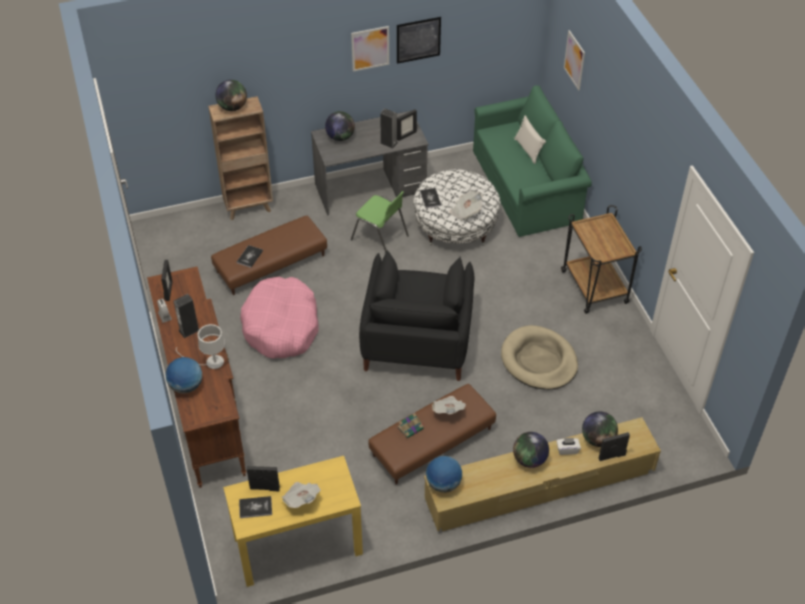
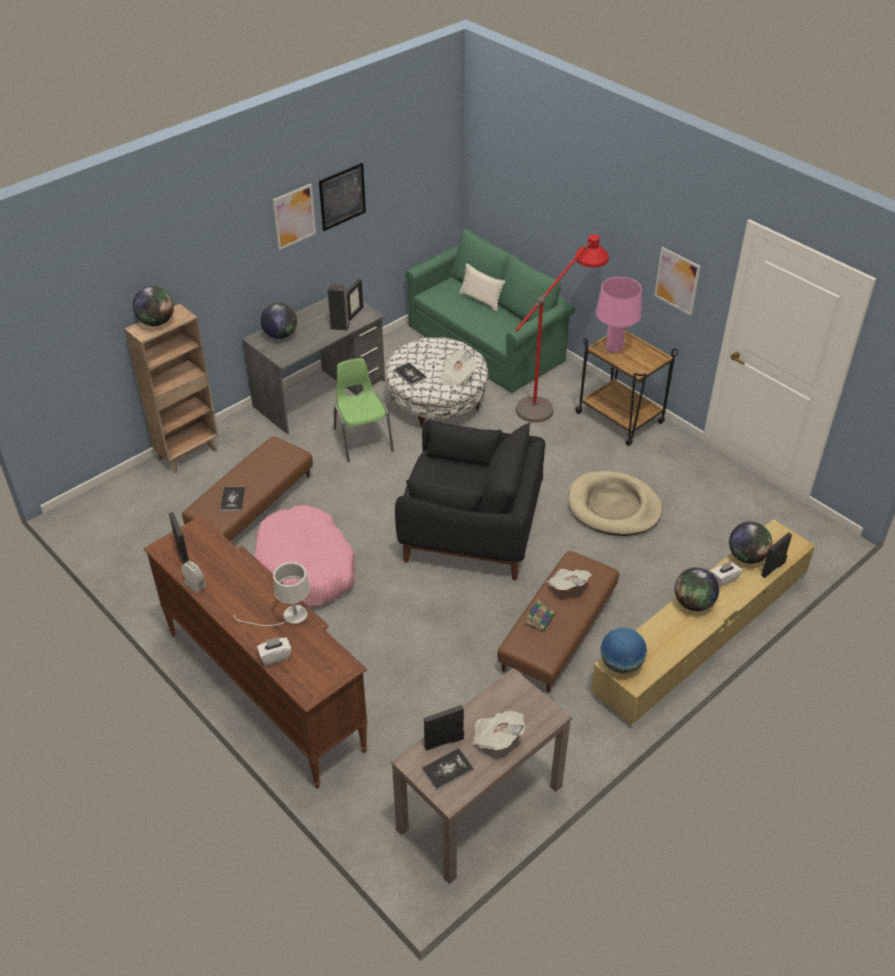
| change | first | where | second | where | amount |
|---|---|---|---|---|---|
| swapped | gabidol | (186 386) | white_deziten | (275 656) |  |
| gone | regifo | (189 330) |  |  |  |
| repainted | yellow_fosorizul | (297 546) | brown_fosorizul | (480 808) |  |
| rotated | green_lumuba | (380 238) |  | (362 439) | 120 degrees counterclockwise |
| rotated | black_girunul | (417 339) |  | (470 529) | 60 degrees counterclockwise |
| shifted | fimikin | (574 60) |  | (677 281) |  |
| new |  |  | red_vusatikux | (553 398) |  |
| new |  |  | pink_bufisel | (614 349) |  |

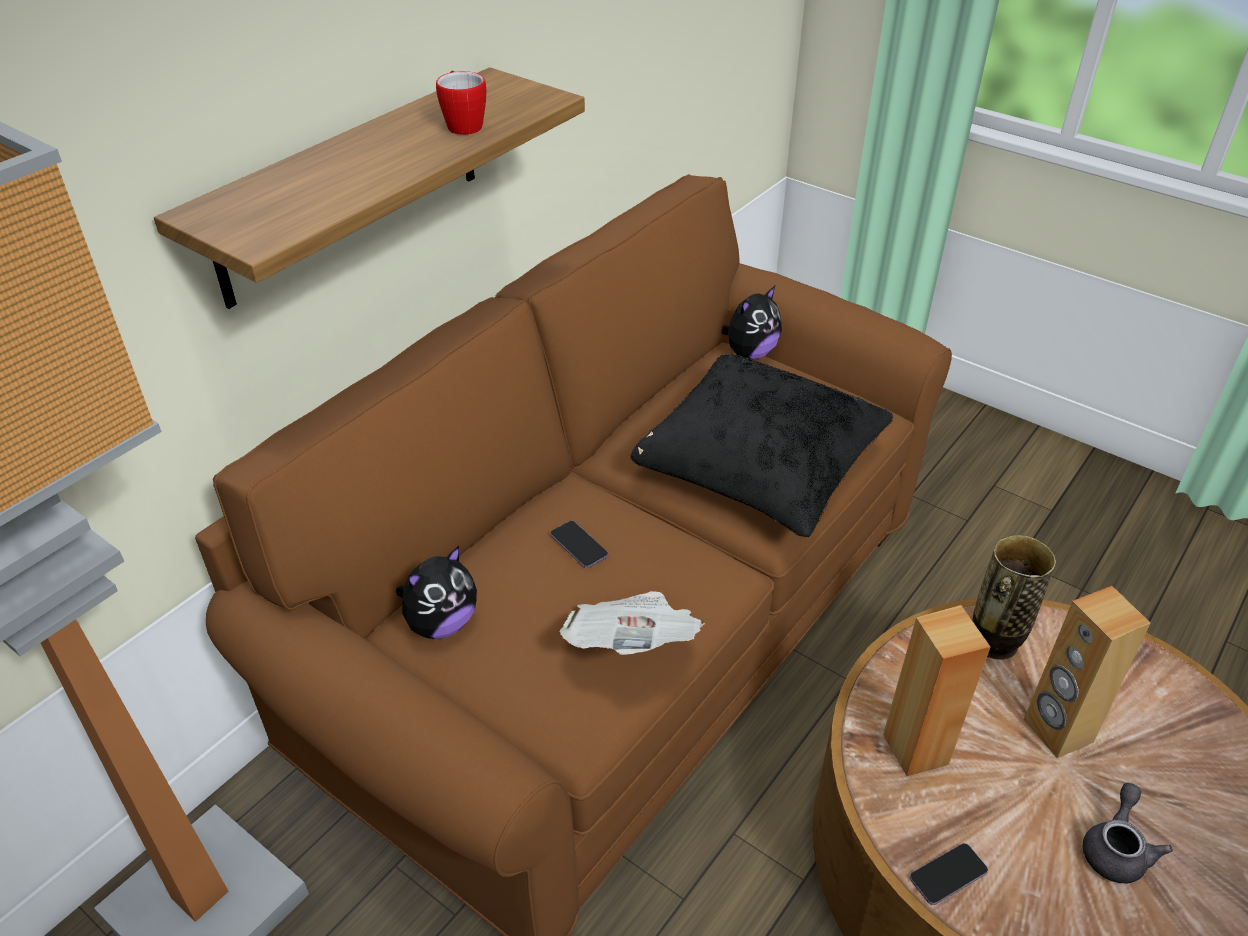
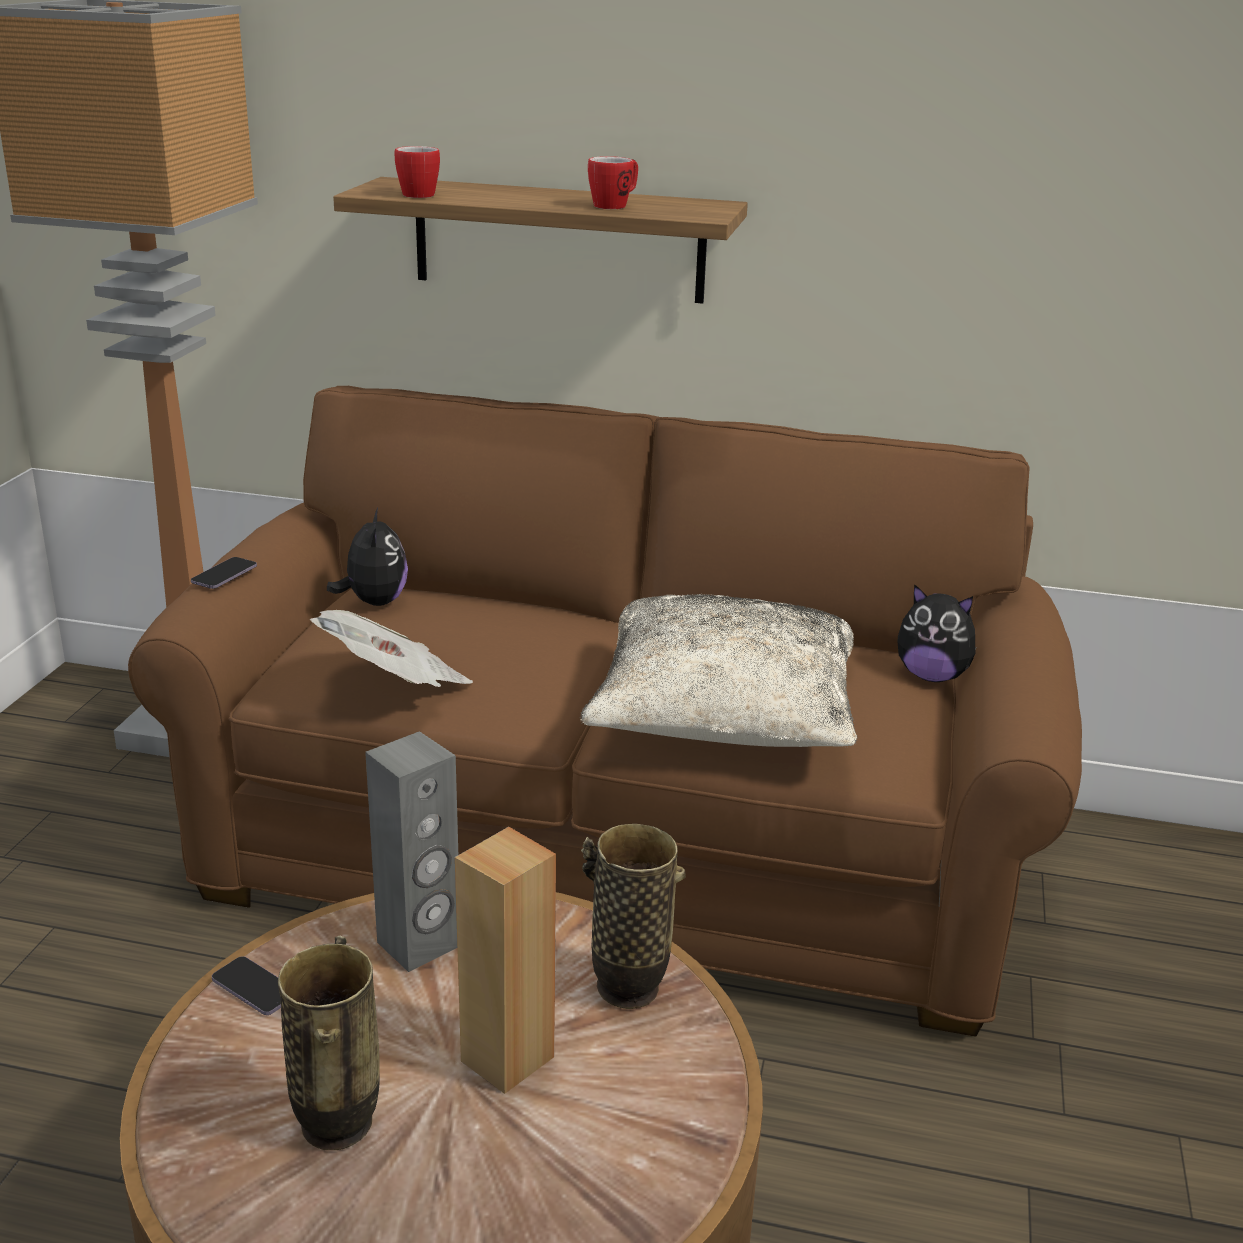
| change | first | where | second | where | amount |
|---|---|---|---|---|---|
| rotated | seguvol | (441 623) |  | (374 602) | 120 degrees counterclockwise |
| shifted | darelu | (579 546) |  | (224 575) |  |
| repainted | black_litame | (758 462) | beige_litame | (723 707) |  |
| repainted | brown_regifo | (916 749) | grey_regifo | (419 945) |  |
| swapped | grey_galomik | (1116 849) | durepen | (338 1125) |  |
| new |  |  | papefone | (416 194) |  |

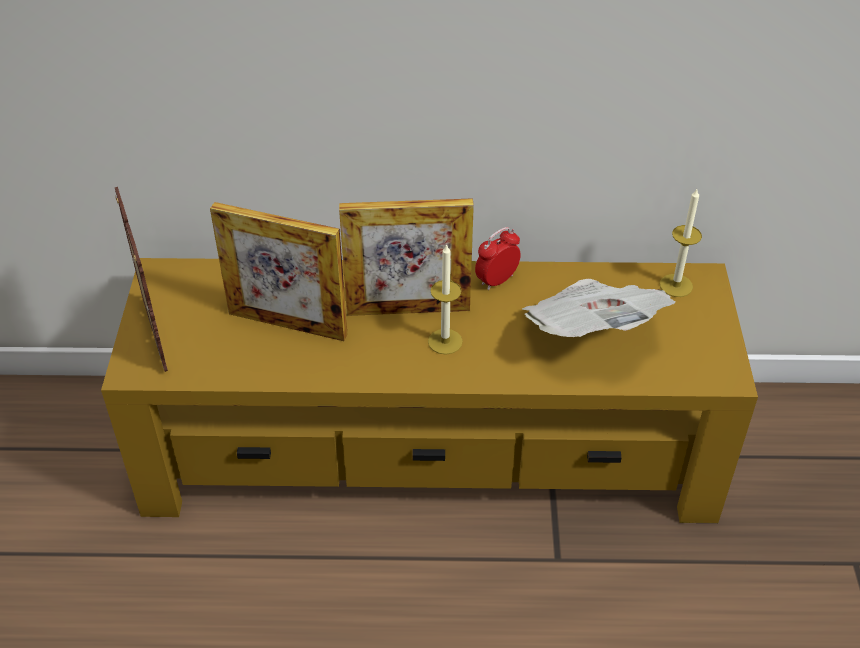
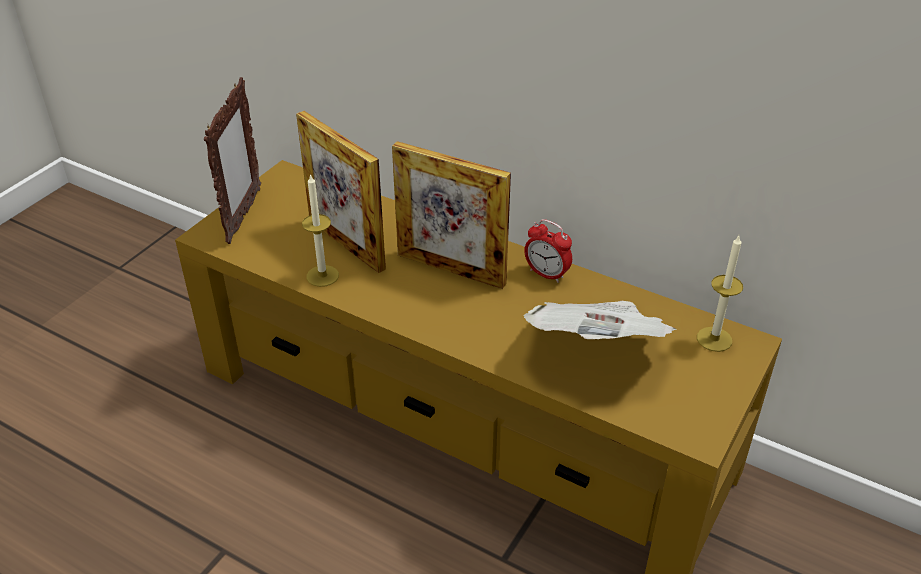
| change | first | where | second | where | amount |
|---|---|---|---|---|---|
| shifted | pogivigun | (445 341) |  | (322 276) |  |
| rotated | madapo | (497 280) |  | (546 274) | 135 degrees counterclockwise |

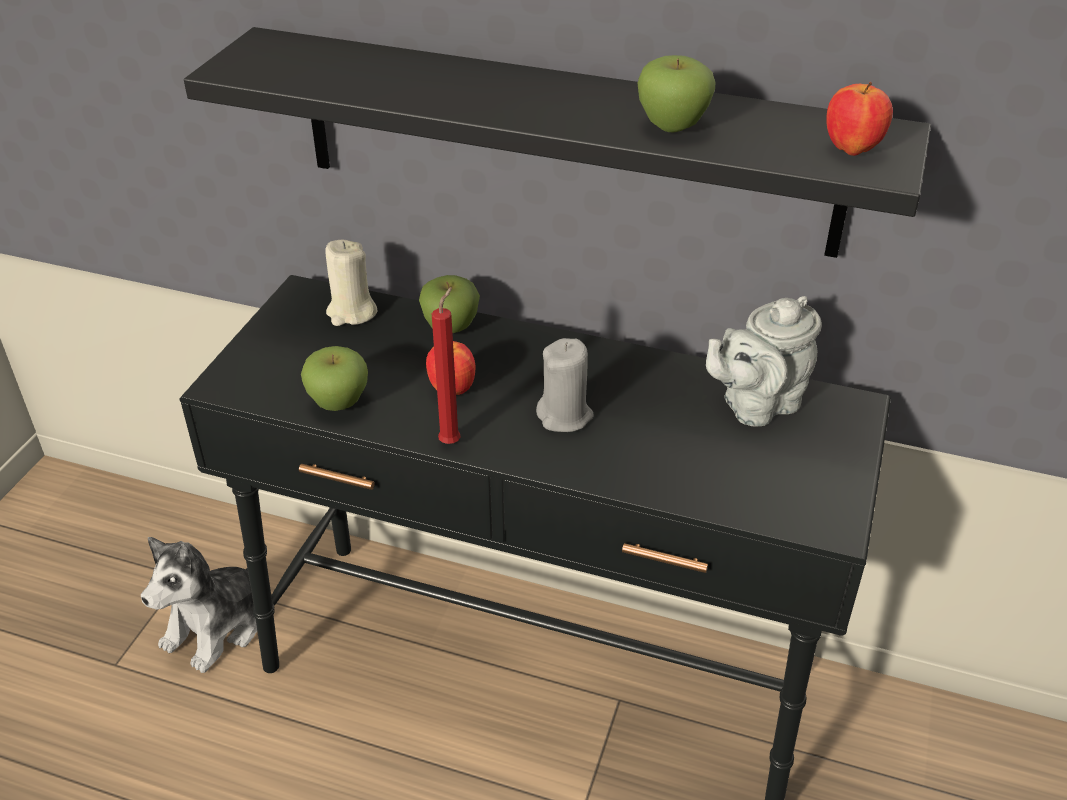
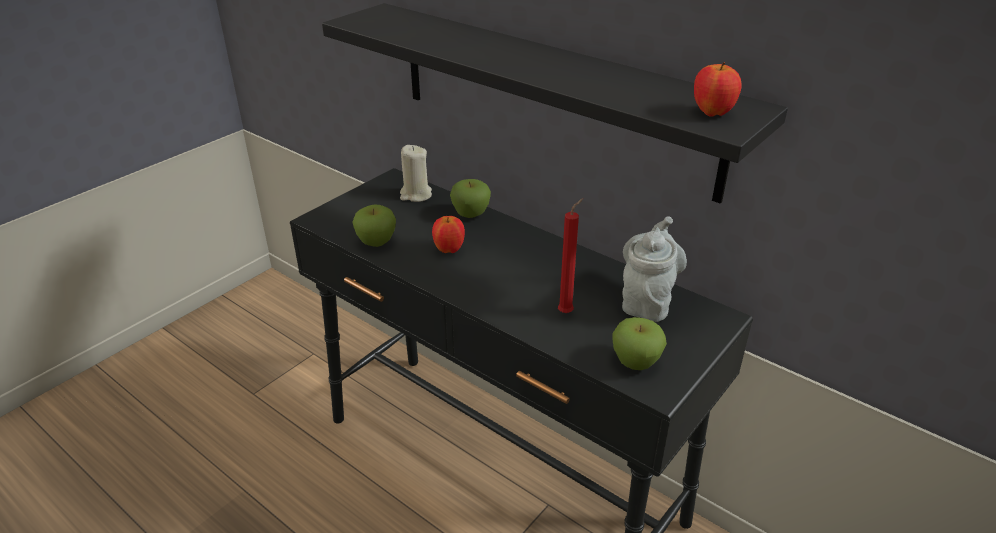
| change | first | where | second | where | amount |
|---|---|---|---|---|---|
| gone | seguvol | (216 627) |  |  |  |
| shifted | red_pogivigun | (452 441) |  | (567 312) |  |
| gone | grey_pogivigun | (565 416) |  |  |  |
| shifted | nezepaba | (672 126) |  | (635 362) |  |
| rotated | grey_galomik | (756 405) |  | (647 301) | 120 degrees clockwise |

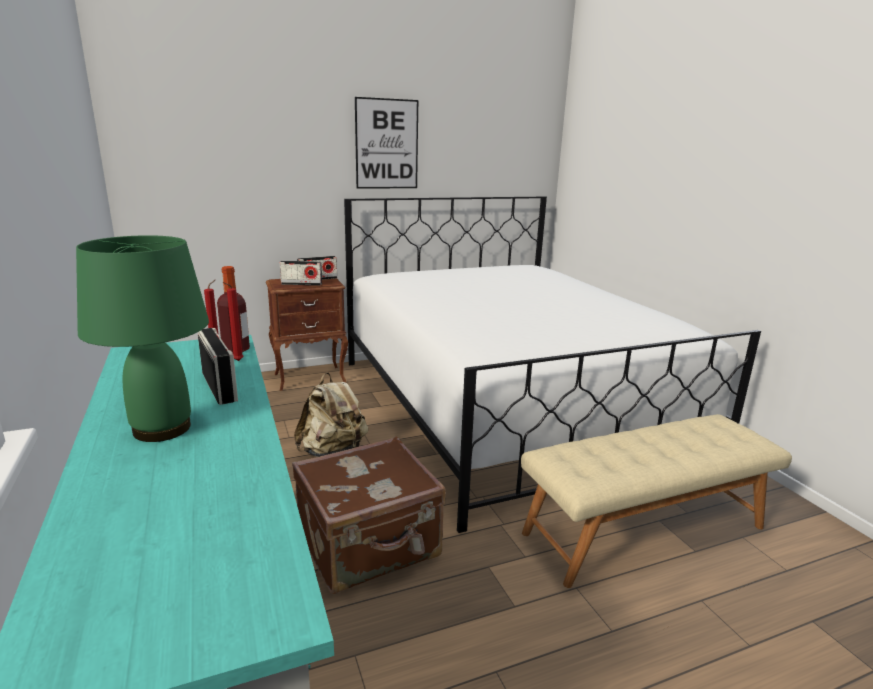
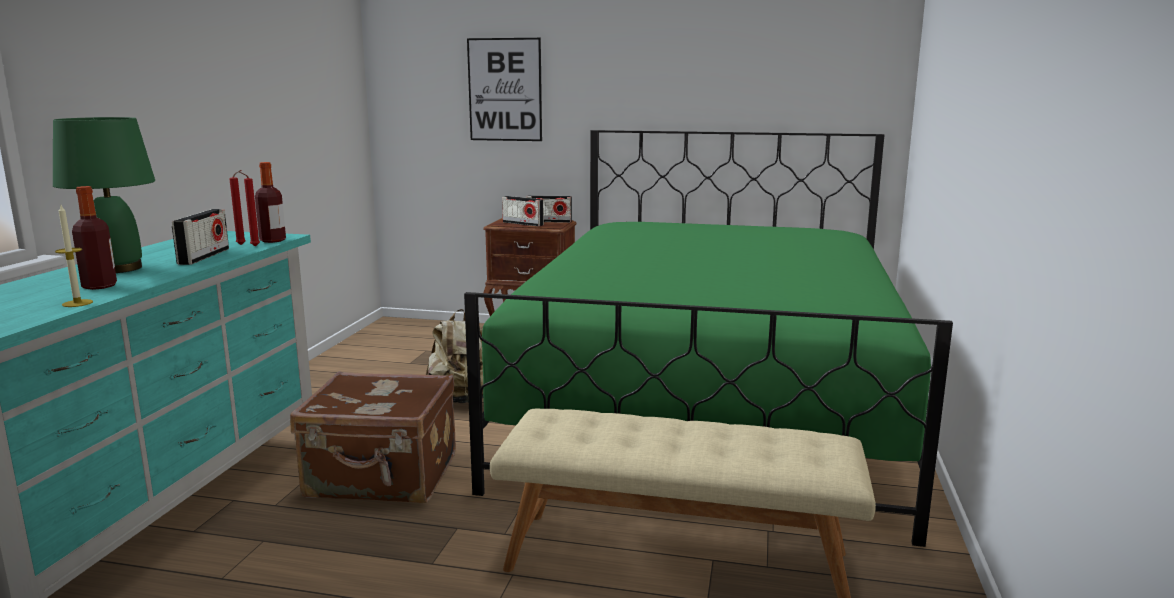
| change | first | where | second | where | amount |
|---|---|---|---|---|---|
| repainted | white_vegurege | (506 406) | green_vegurege | (709 407) |  |
| shifted | fimikin | (386 144) |  | (505 90) |  |
| new |  |  | pogivigun | (77 303) |  |
| new |  |  | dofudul | (99 286) |  |

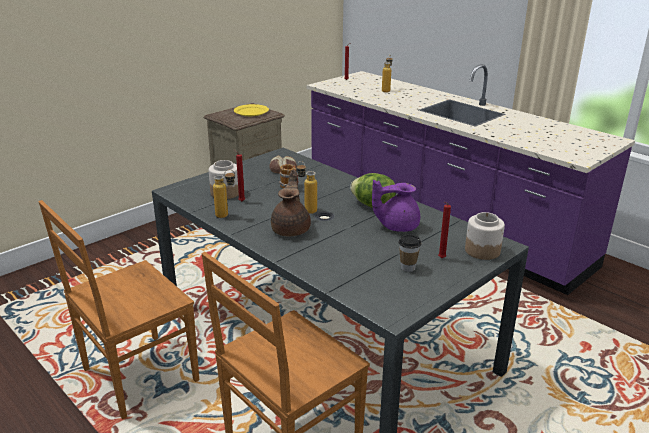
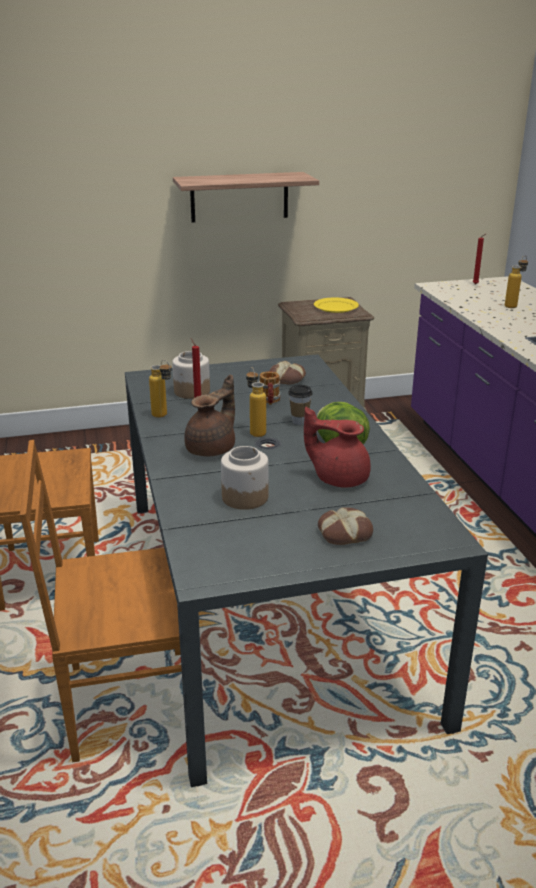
| change | first | where | second | where | amount |
|---|---|---|---|---|---|
| repainted | purple_galomik | (397 226) | red_galomik | (339 477) |  |
| shifted | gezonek | (407 268) |  | (299 421) |  |
| swapped | red_pogivigun | (441 258) | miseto | (344 532) |  |
| shifted | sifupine | (482 250) |  | (245 497) |  |
| new |  |  | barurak | (239 197) |  |

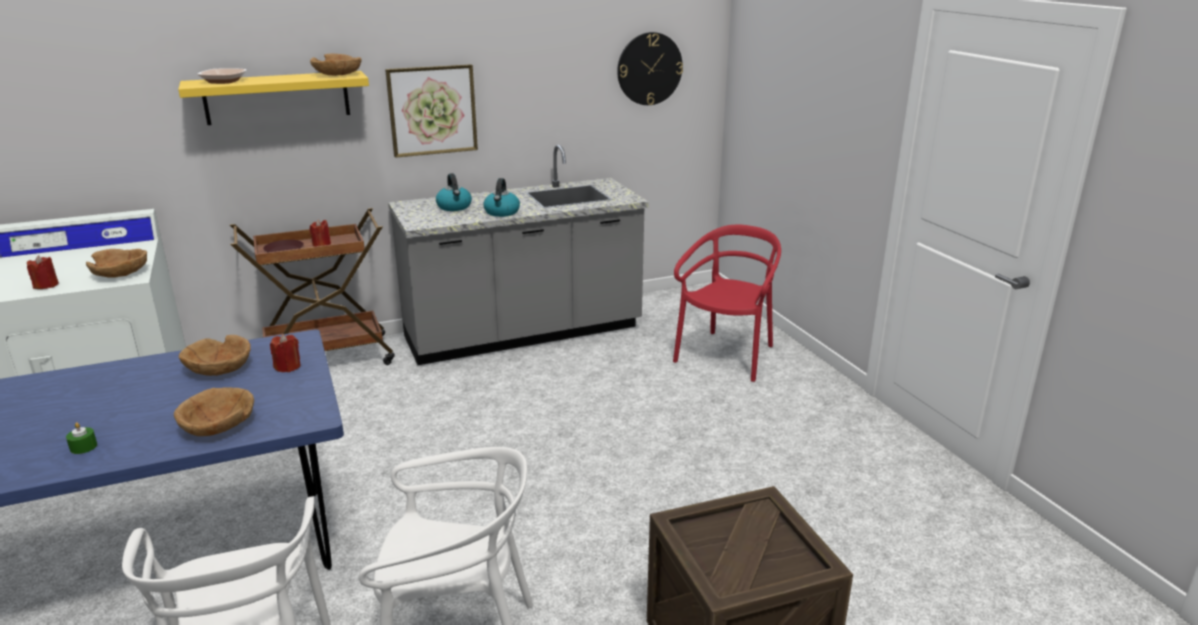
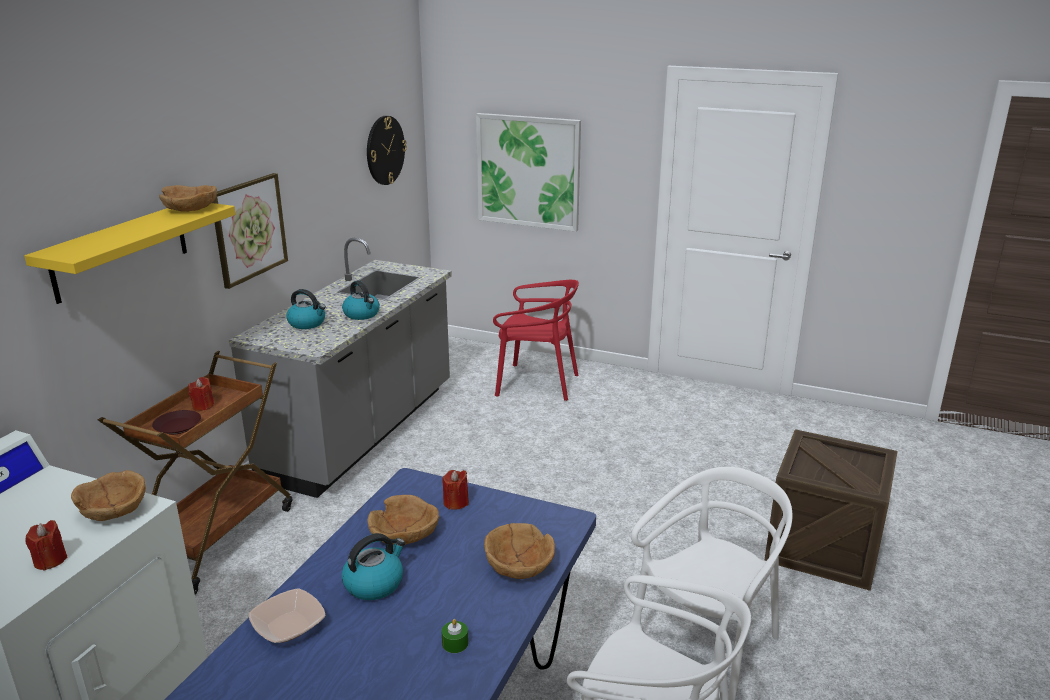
| change | first | where | second | where | amount |
|---|---|---|---|---|---|
| shifted | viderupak | (224 81) |  | (288 626) |  |
| rotated | red_lumuba | (727 356) |  | (536 383) | 120 degrees clockwise |
| new |  |  | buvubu | (374 583) |  |
| new |  |  | fimikin | (528 171) |  |

